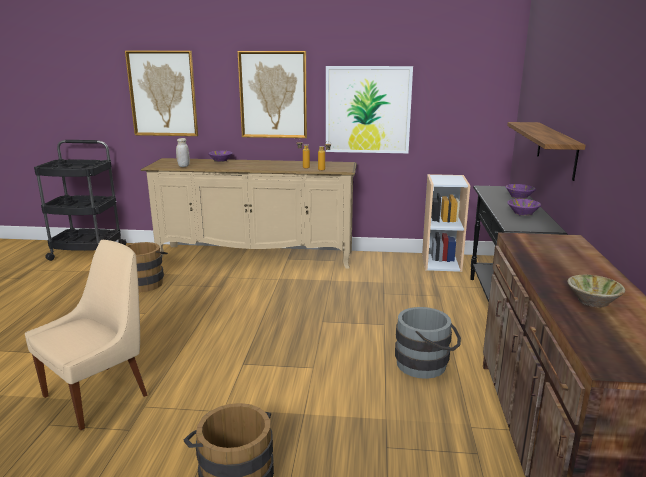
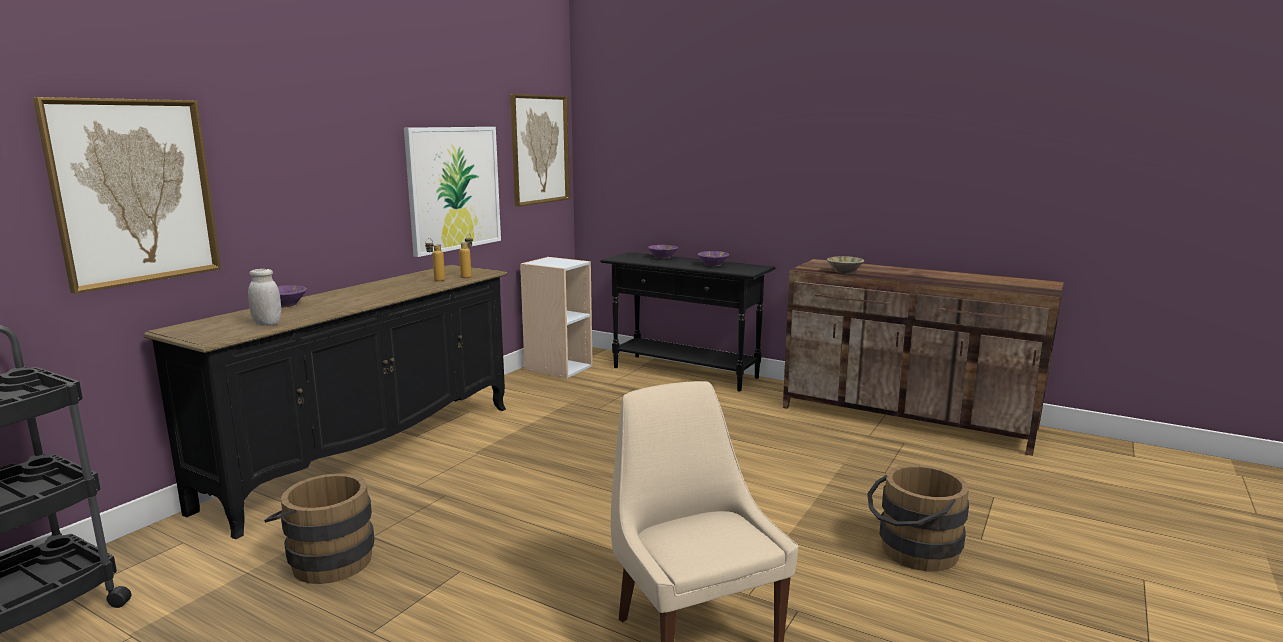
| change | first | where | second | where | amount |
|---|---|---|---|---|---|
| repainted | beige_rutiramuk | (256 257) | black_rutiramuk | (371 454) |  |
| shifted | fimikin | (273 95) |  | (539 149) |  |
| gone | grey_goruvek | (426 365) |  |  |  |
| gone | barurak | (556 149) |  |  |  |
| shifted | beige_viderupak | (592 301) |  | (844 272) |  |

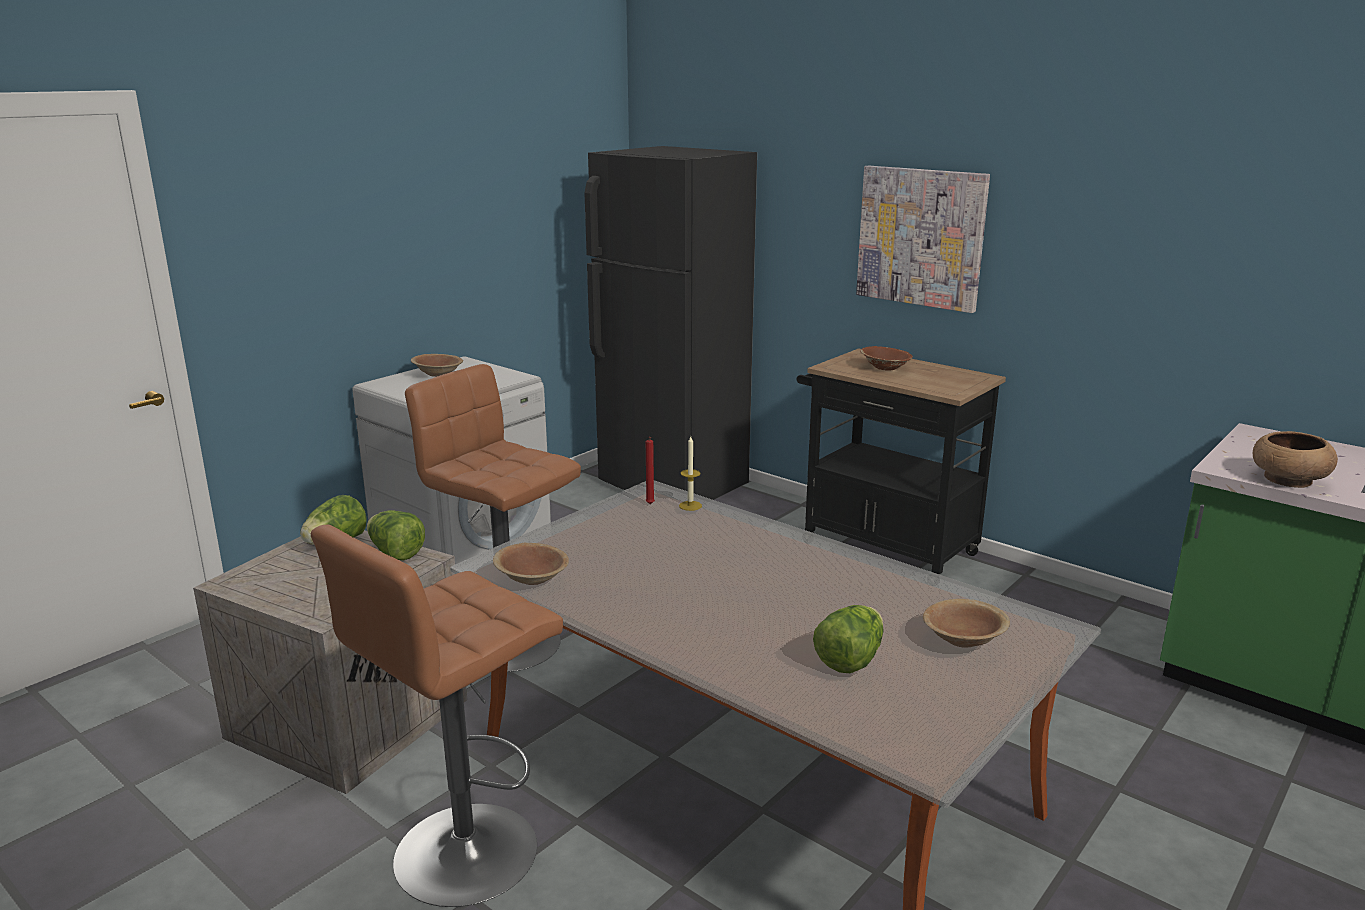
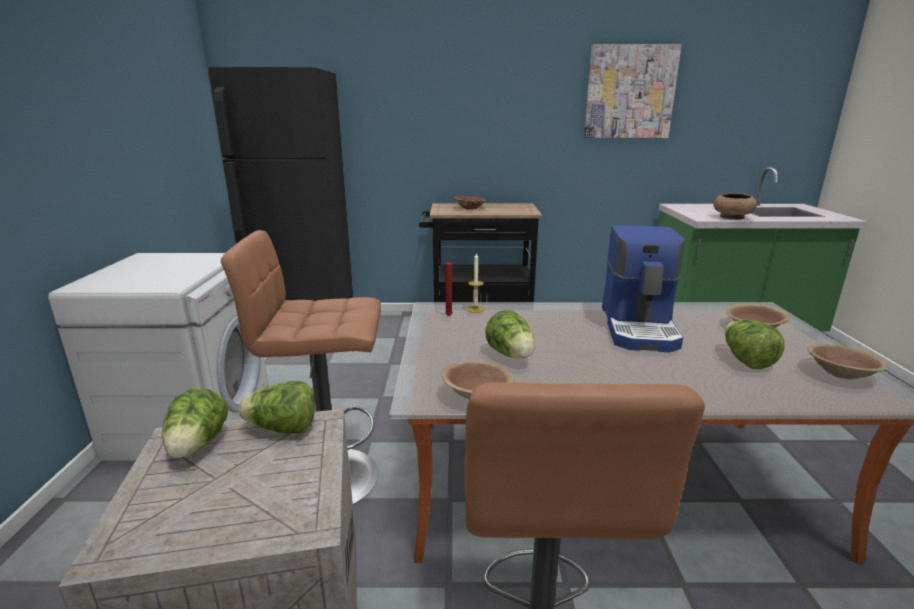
| change | first | where | second | where | amount |
|---|---|---|---|---|---|
| shifted | brown_viderupak | (438 374) |  | (841 374) |  |
| shifted | fimikin | (921 237) |  | (630 92) |  |
| new |  |  | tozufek | (511 355) |  |
| new |  |  | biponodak | (640 327) |  |

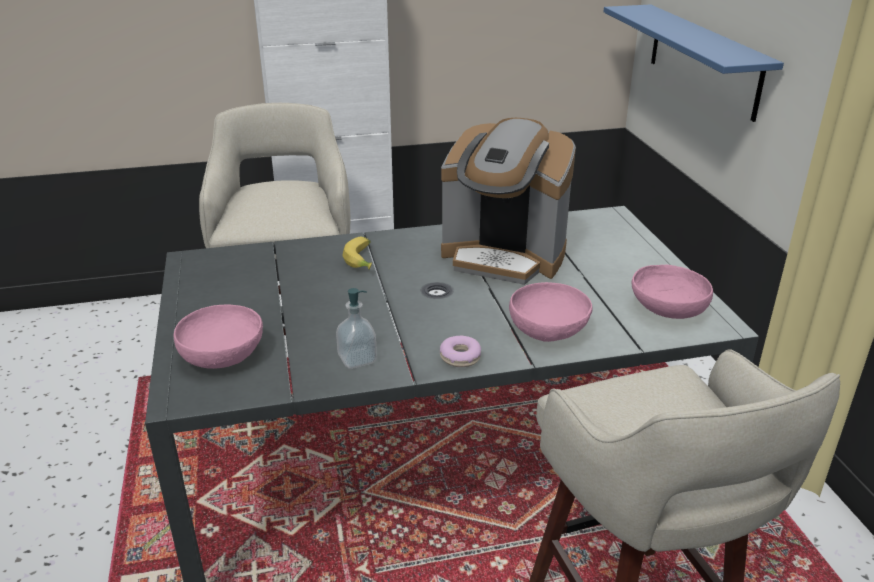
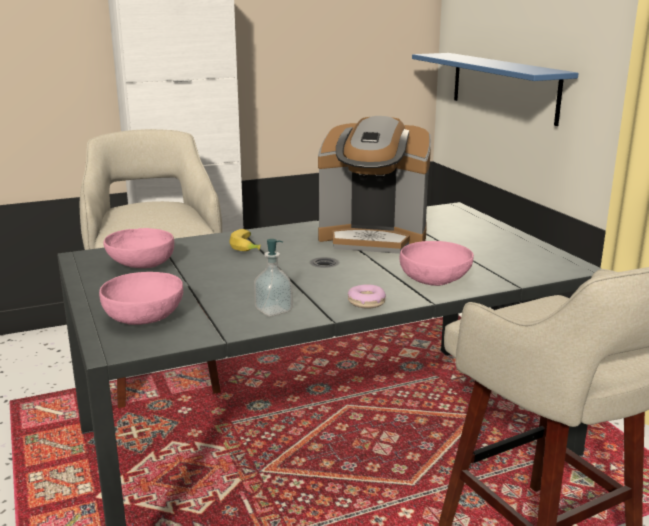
| change | first | where | second | where | amount |
|---|---|---|---|---|---|
| shifted | pink_viderupak | (666 310) |  | (140 265) |  |

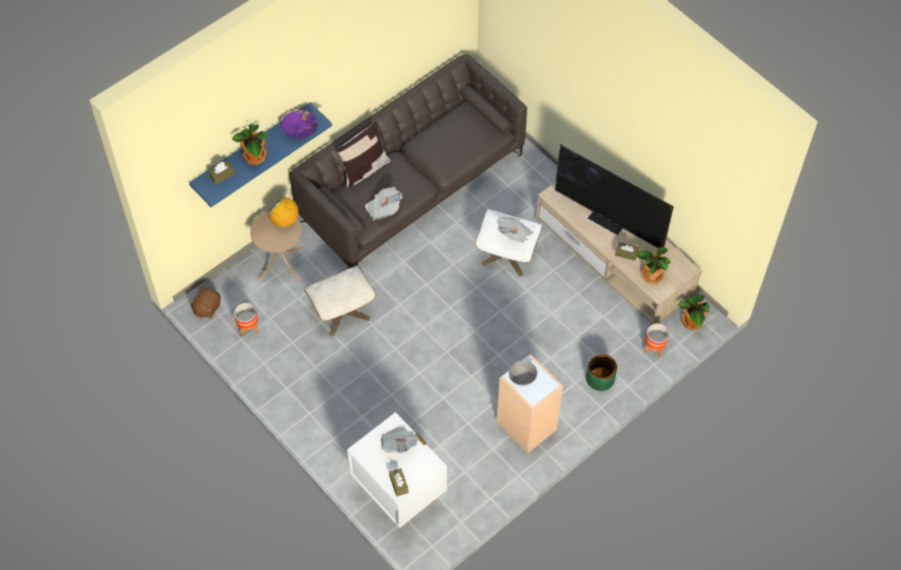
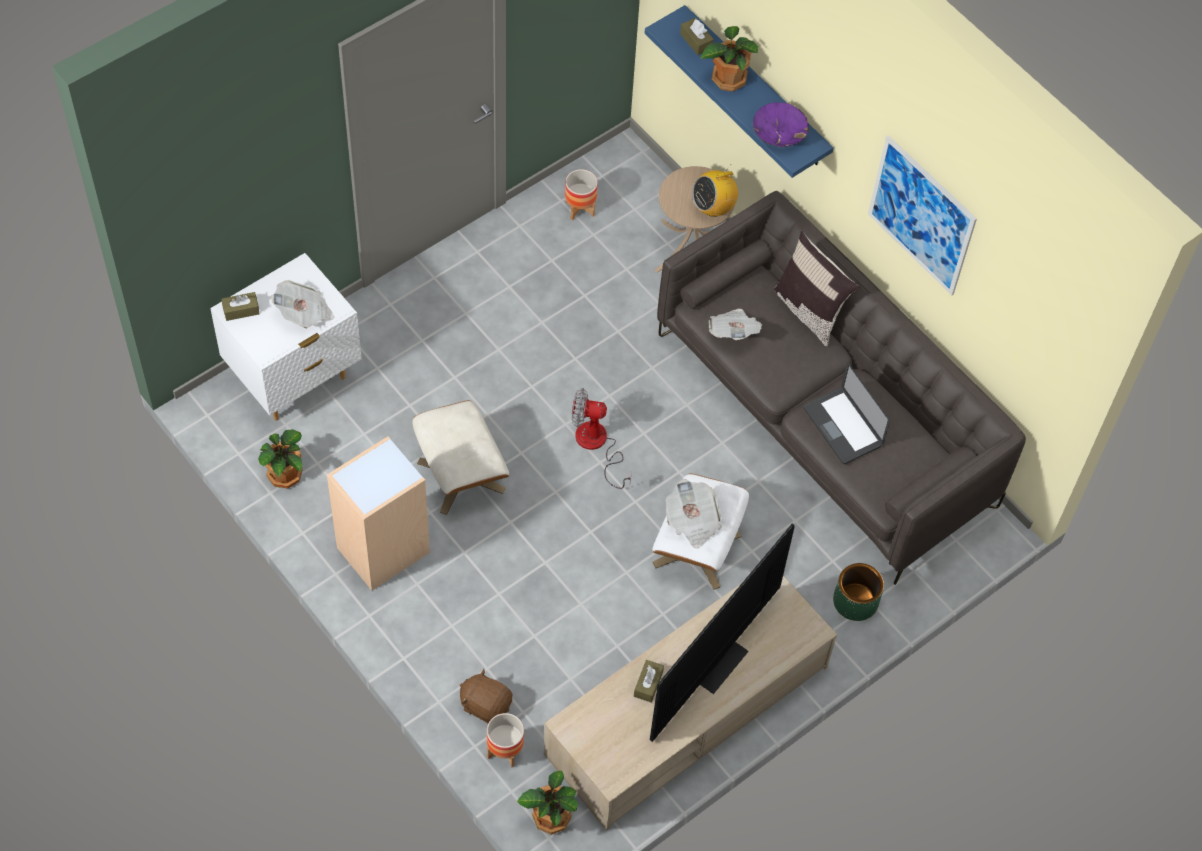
| change | first | where | second | where | amount |
|---|---|---|---|---|---|
| shifted | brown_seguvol | (207 308) |  | (486 704) |  |
| rotated | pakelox | (285 221) |  | (713 207) | 150 degrees counterclockwise |
| shifted | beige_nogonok | (341 311) |  | (460 476) |  |
| gone | grey_viderupak | (522 377) |  |  |  |
| shifted | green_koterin | (600 379) |  | (855 601) |  |
| shifted | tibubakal | (651 274) |  | (286 474) |  |
| new |  |  | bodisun | (597 445) |  |
| new |  |  | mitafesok | (842 427) |  |
| new |  |  | fimikin | (921 215) |  |

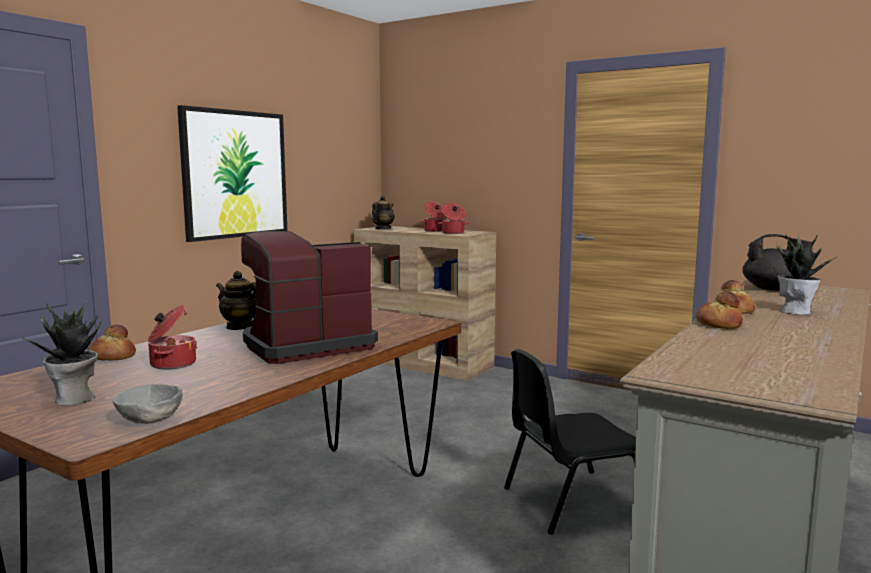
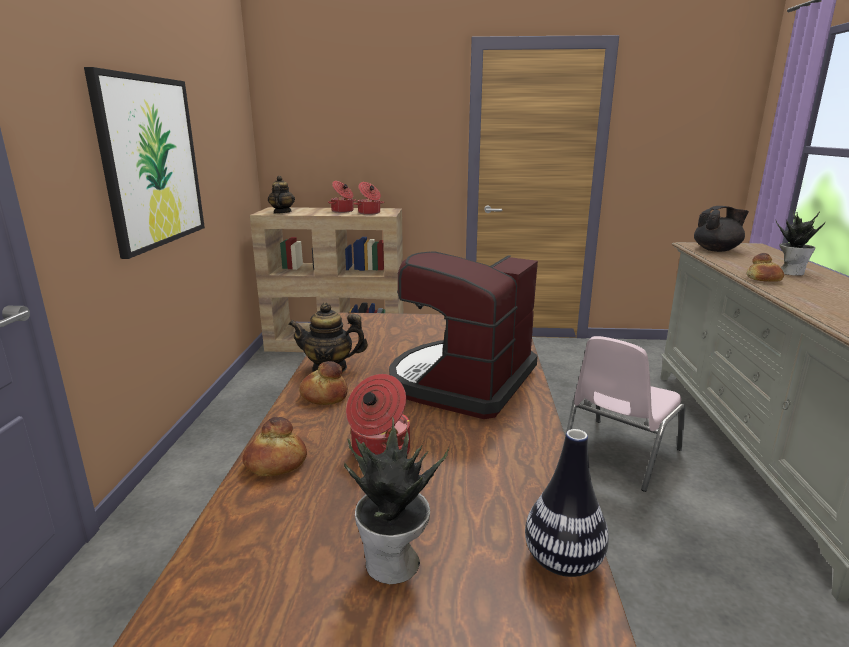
| change | first | where | second | where | amount |
|---|---|---|---|---|---|
| swapped | grey_viderupak | (150 420) | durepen | (563 562) |  |
| repainted | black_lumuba | (571 501) | pink_lumuba | (618 454) |  |
| shifted | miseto | (719 324) |  | (324 396) |  |

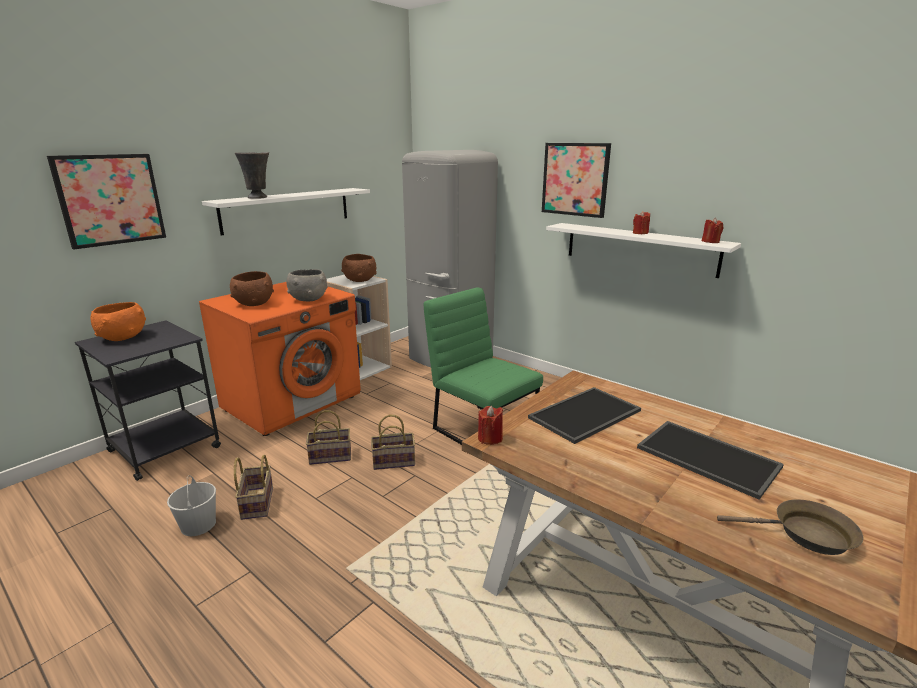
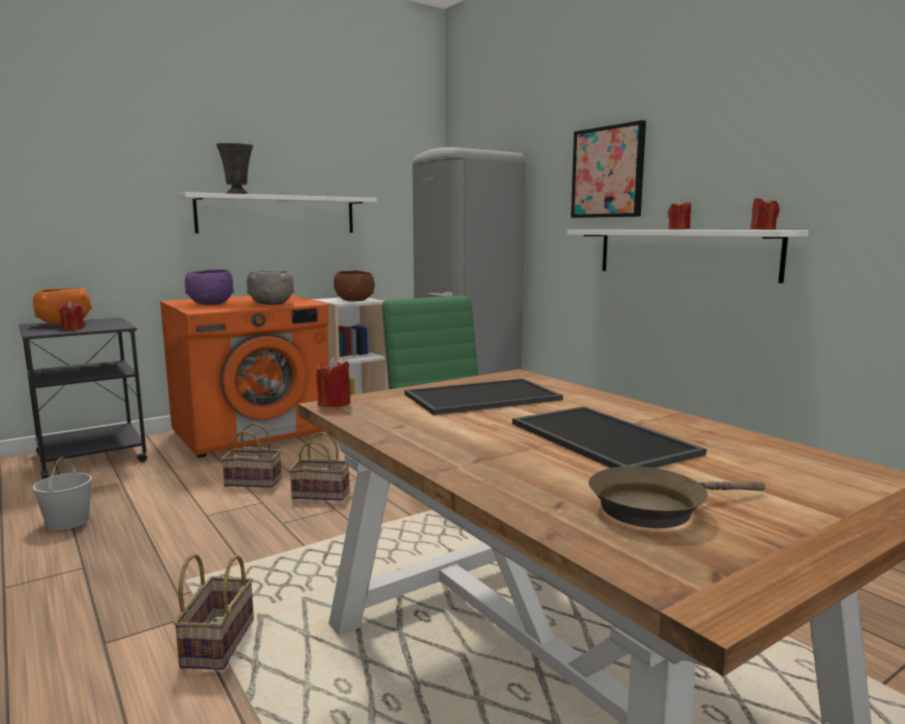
| change | first | where | second | where | amount |
|---|---|---|---|---|---|
| gone | fimikin | (110 199) |  |  |  |
| repainted | brown_viderupak | (254 304) | purple_viderupak | (210 304) |  |
| shifted | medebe | (256 502) |  | (217 641) |  |
| rotated | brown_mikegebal | (806 534) |  | (655 508) | 135 degrees clockwise |
| new |  |  | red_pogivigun | (73 328) |  |

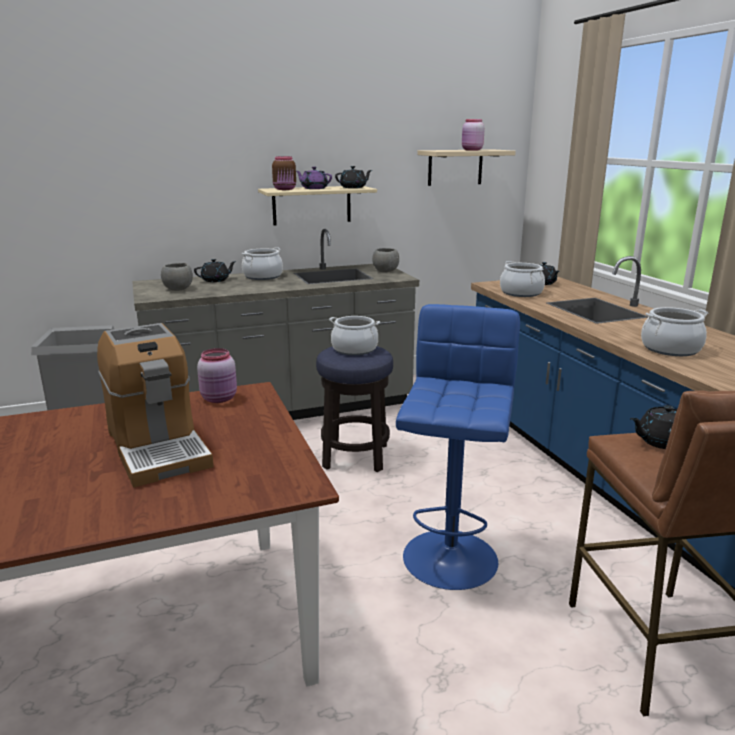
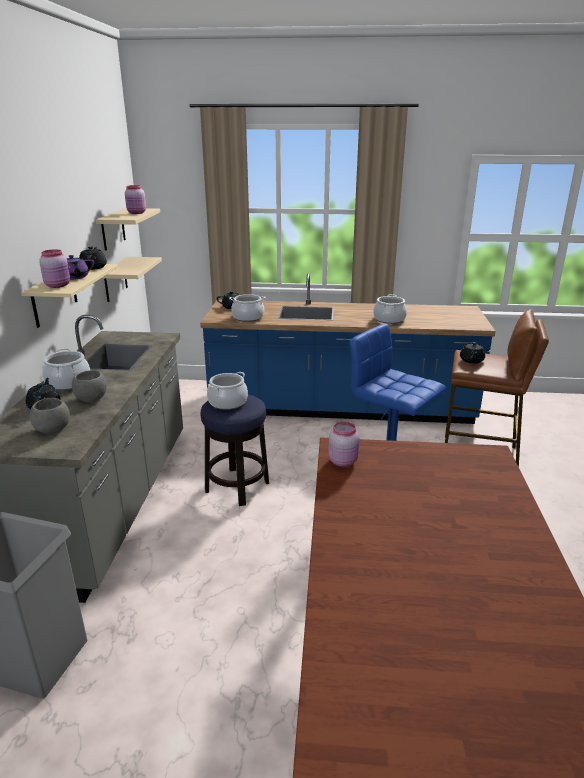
| change | first | where | second | where | amount |
|---|---|---|---|---|---|
| gone | biponodak | (157 447) |  |  |  |
| repainted | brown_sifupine | (285 189) | pink_sifupine | (58 285) |  |
| shifted | grey_viderupak | (385 271) |  | (91 399) |  |
| new |  |  | beige_barurak | (115 279) |  |

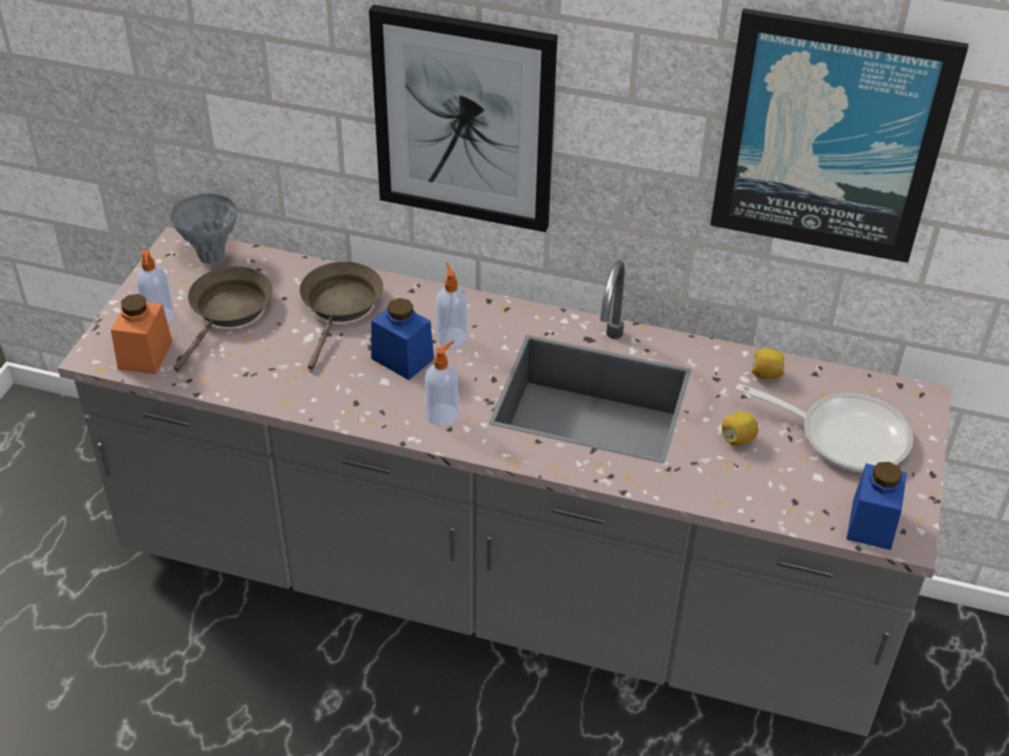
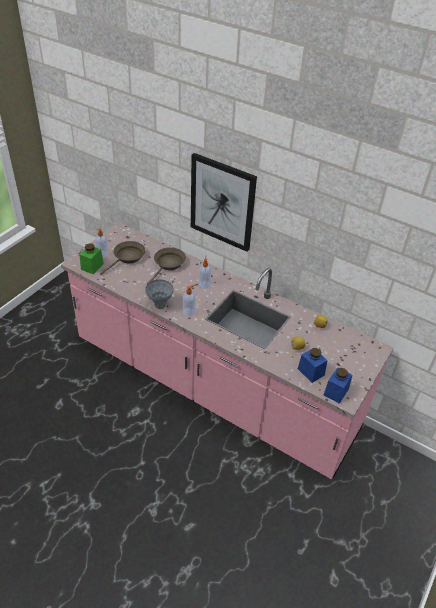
| change | first | where | second | where | amount |
|---|---|---|---|---|---|
| repainted | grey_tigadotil | (500 587) | pink_tigadotil | (213 386) |  |
| repainted | orange_sifupine | (145 355) | green_sifupine | (92 266) |  |
| shifted | grey_durepen | (211 256) |  | (160 305) |  |
| shifted | blue_sifupine | (402 359) |  | (311 372) |  |
| gone | fimikin | (830 137) |  |  |  |
| gone | mikegebal | (844 435) |  |  |  |

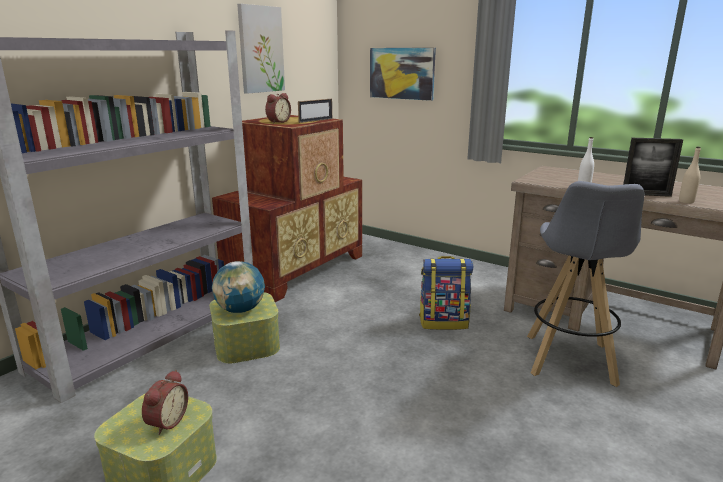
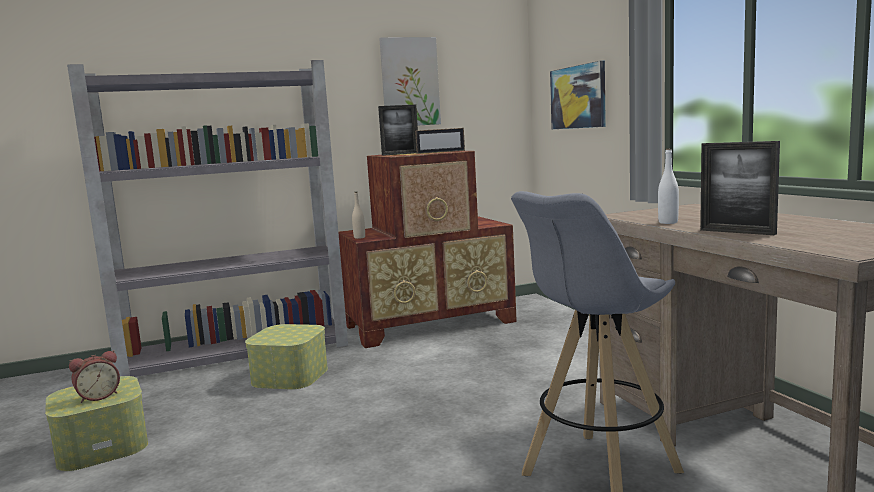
| change | first | where | second | where | amount |
|---|---|---|---|---|---|
| gone | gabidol | (240 310) |  |  |  |
| swapped | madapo | (277 122) | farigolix | (400 154) |  |
| gone | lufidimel | (444 322) |  |  |  |
| shifted | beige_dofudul | (686 202) |  | (359 237) |  |

